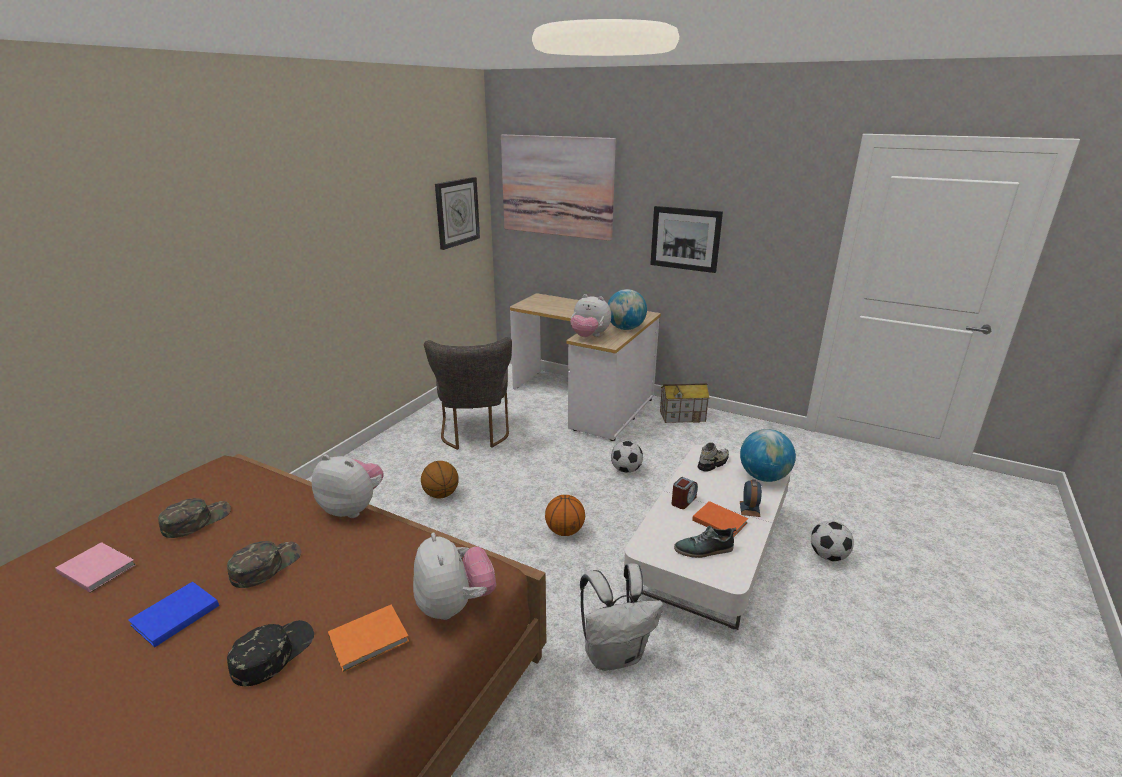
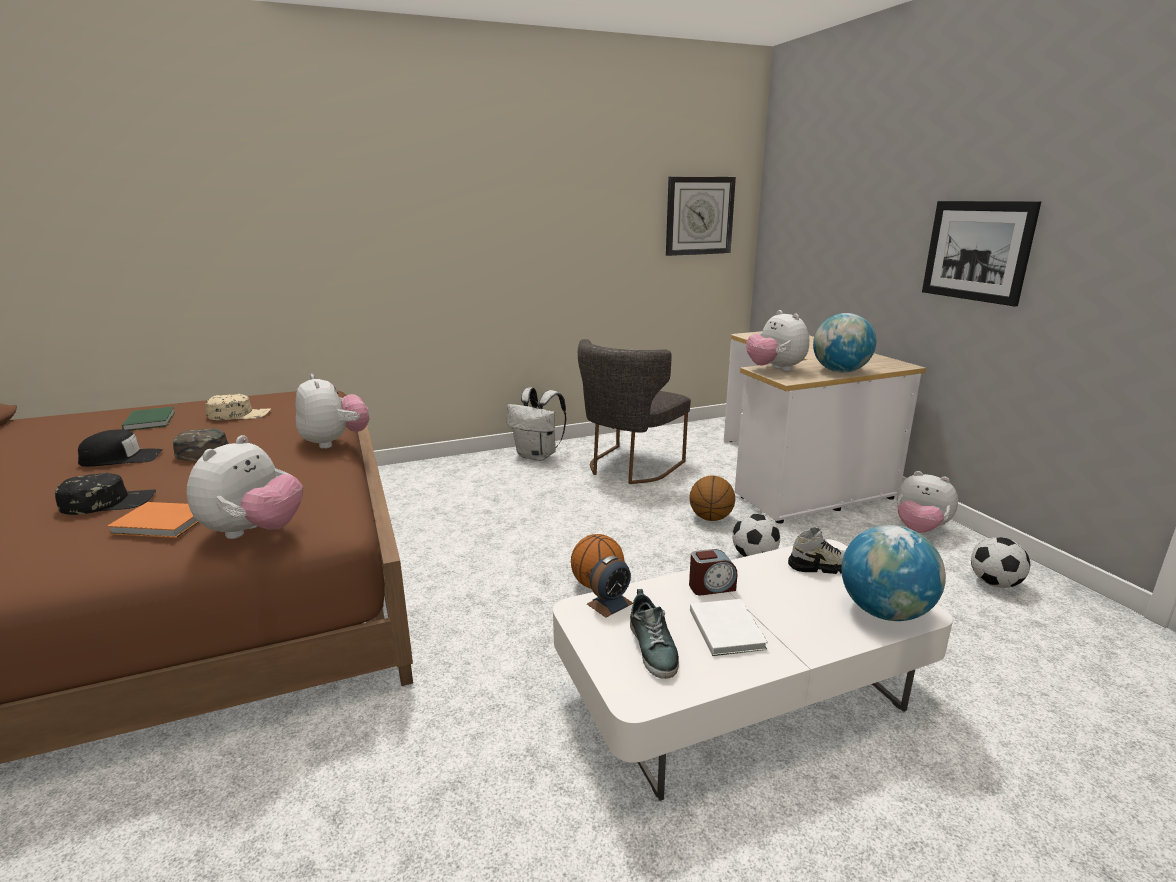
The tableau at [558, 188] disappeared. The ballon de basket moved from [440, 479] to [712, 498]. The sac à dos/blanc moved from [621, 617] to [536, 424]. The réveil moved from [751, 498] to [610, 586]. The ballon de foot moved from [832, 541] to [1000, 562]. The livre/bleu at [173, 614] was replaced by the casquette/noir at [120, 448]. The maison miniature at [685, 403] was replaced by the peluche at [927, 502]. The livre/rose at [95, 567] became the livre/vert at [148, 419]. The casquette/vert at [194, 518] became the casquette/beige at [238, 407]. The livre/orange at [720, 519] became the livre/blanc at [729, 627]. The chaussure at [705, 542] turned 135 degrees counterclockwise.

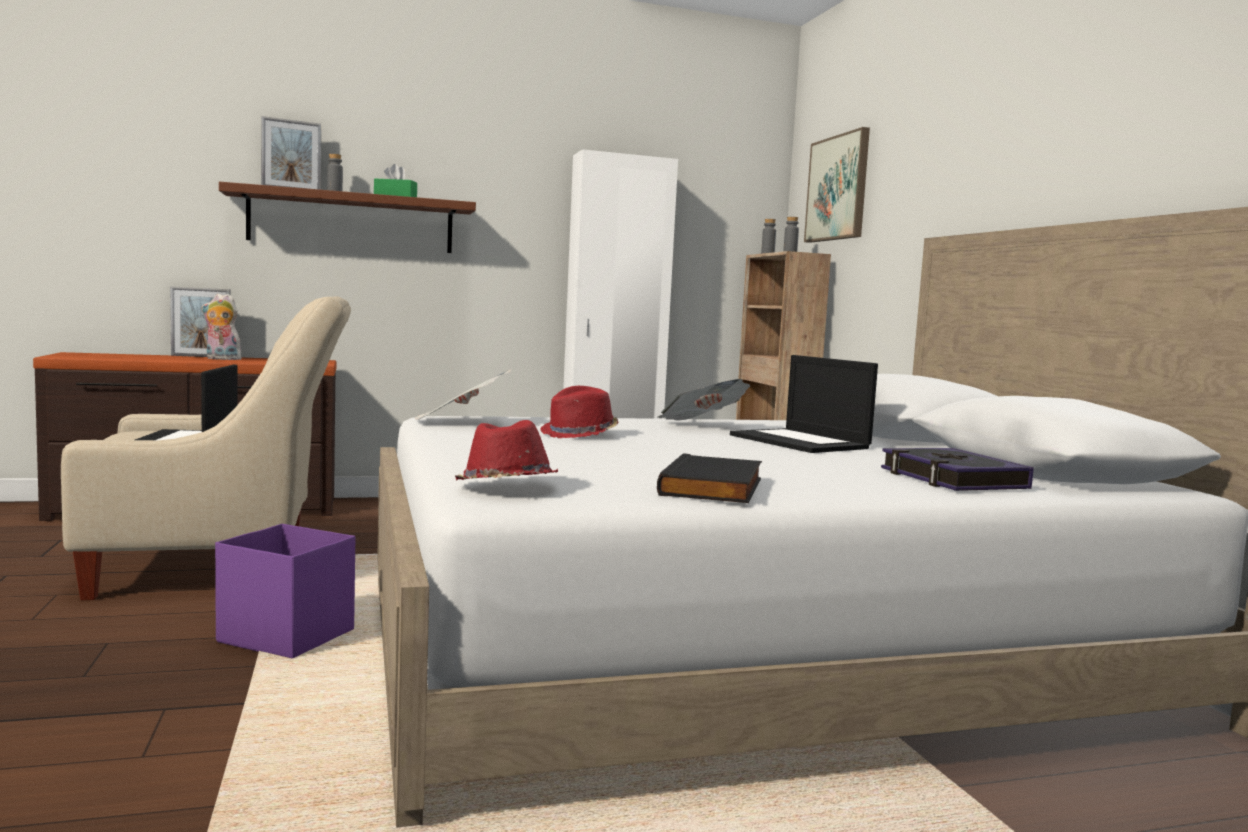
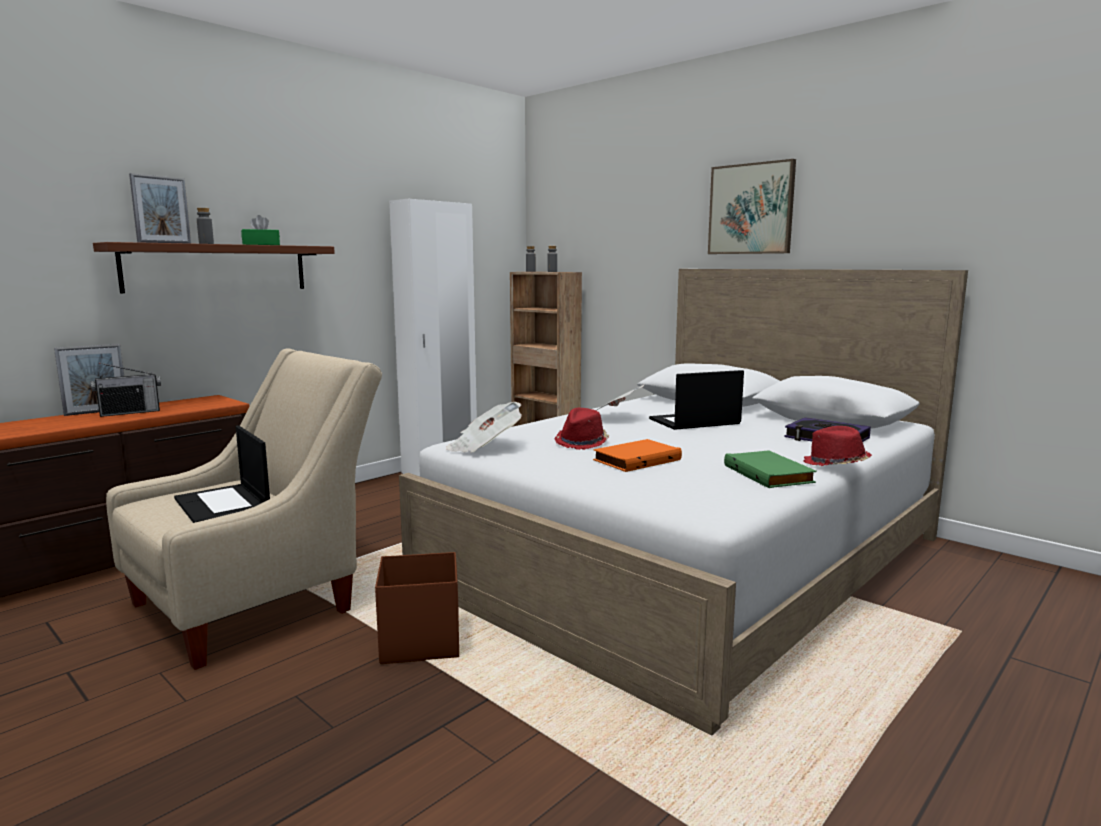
The livre/orange at [637, 455] appeared. The chapeau/rouge moved from [506, 450] to [838, 446]. The tableau moved from [837, 185] to [752, 206]. The peluche at [221, 327] was replaced by the radio at [126, 390]. The boîte de rangement/violet at [285, 591] became the boîte de rangement/marron at [417, 608]. The livre/noir at [709, 478] became the livre/vert at [770, 469]. The ordinateur portable at [804, 404] turned 135 degrees clockwise.

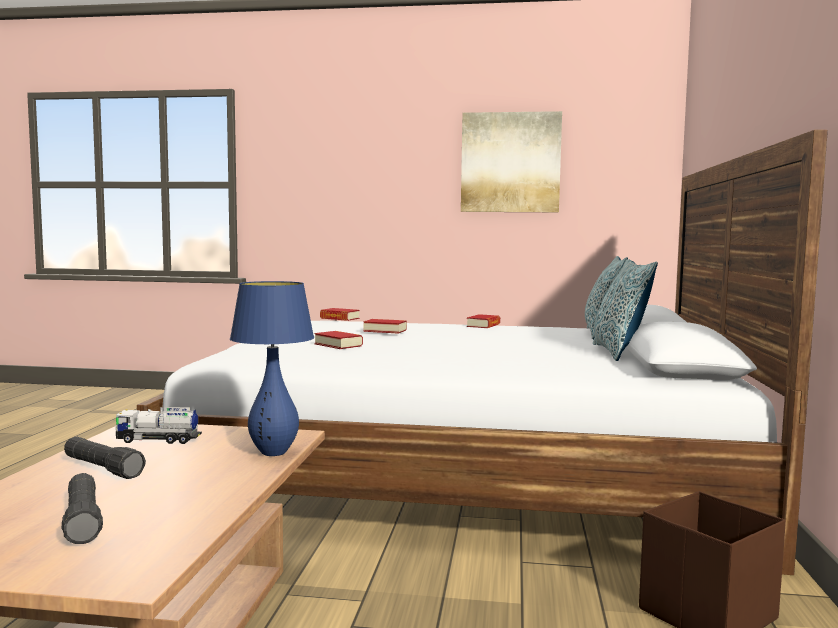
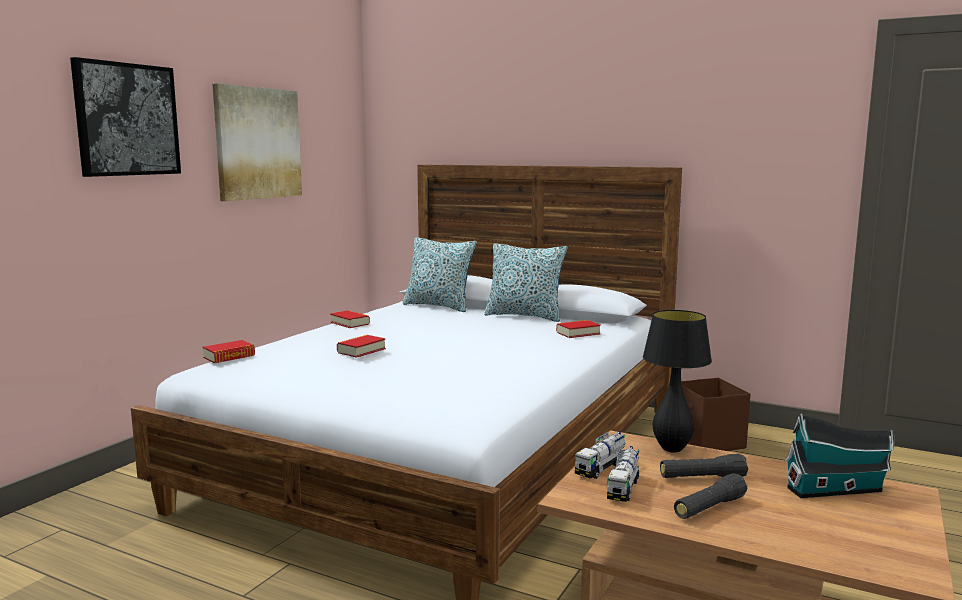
The tableau at [125, 117] appeared. The camion jouet at [600, 455] appeared. The maison miniature at [839, 456] appeared. The lampe de poche/noir moved from [82, 508] to [704, 466]. The livre moved from [338, 340] to [578, 329]. The lampe de table/bleu at [272, 368] became the lampe de table/noir at [677, 381].

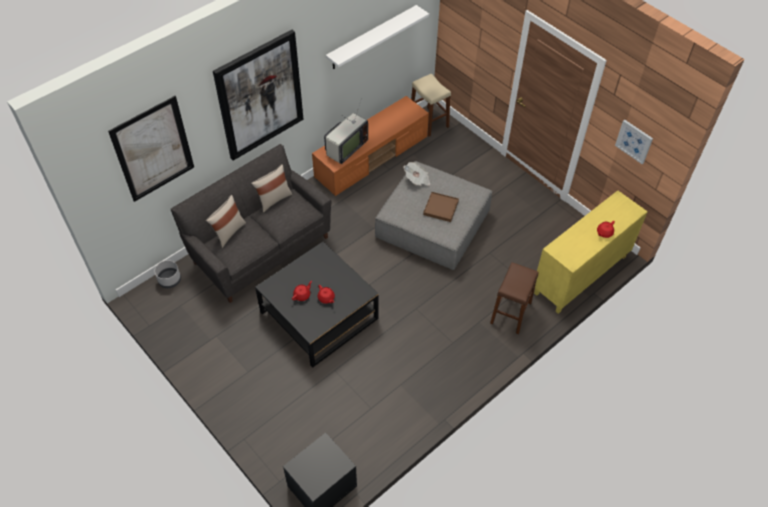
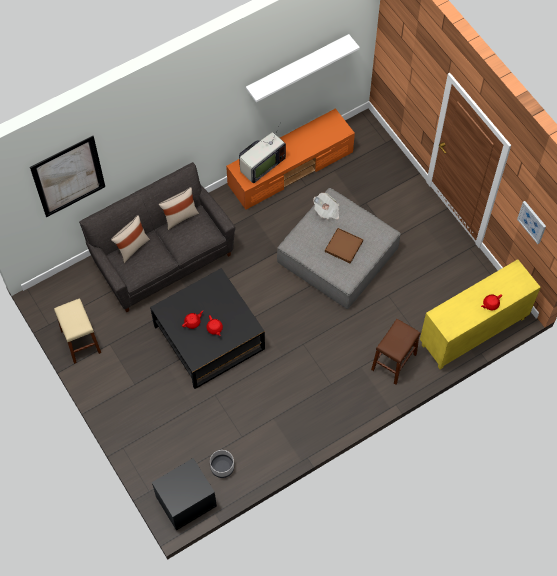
The tableau at [258, 95] disappeared. The cache-pot/gris moved from [167, 274] to [222, 464]. The tabouret/beige moved from [431, 105] to [77, 331].

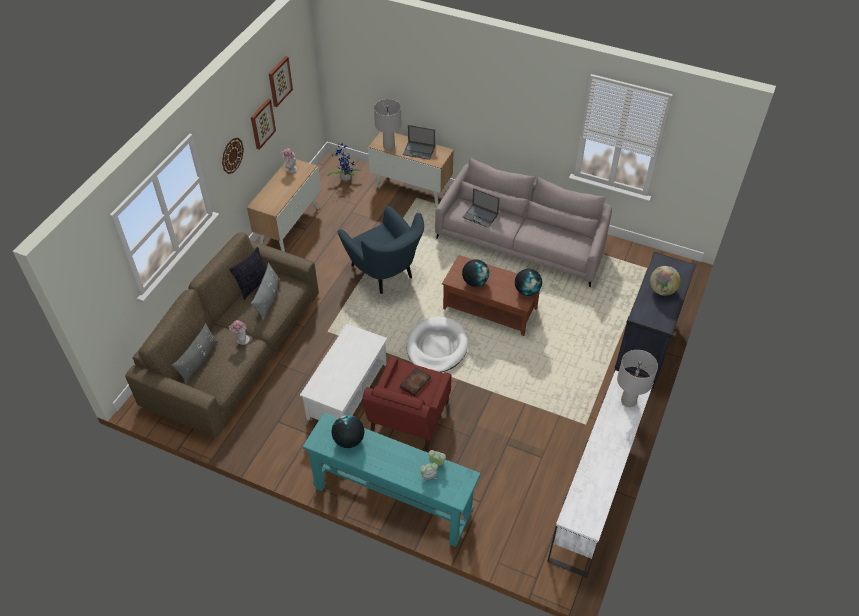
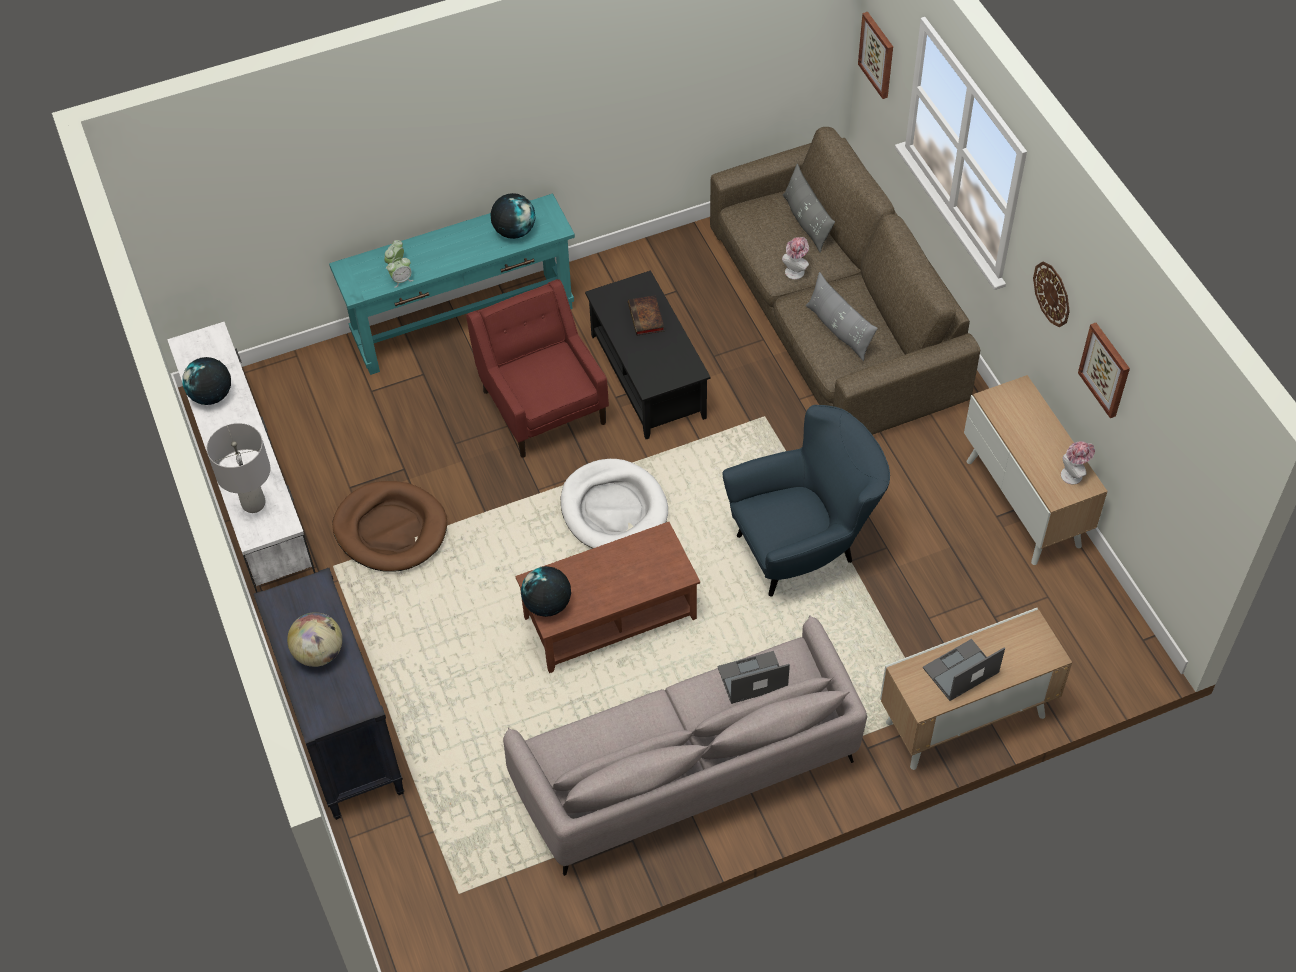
The coussin at [248, 273] disappeared. The plante en pot at [344, 162] disappeared. The lampe de table/gris at [387, 124] disappeared. The panier pour chien/marron at [389, 526] appeared. The tableau moved from [281, 81] to [875, 55]. The livre moved from [415, 381] to [646, 315]. The globe moved from [475, 273] to [206, 381]. The table basse/blanc at [343, 372] became the table basse/noir at [648, 354]. The fauteuil/bleu at [380, 250] turned 150 degrees clockwise.

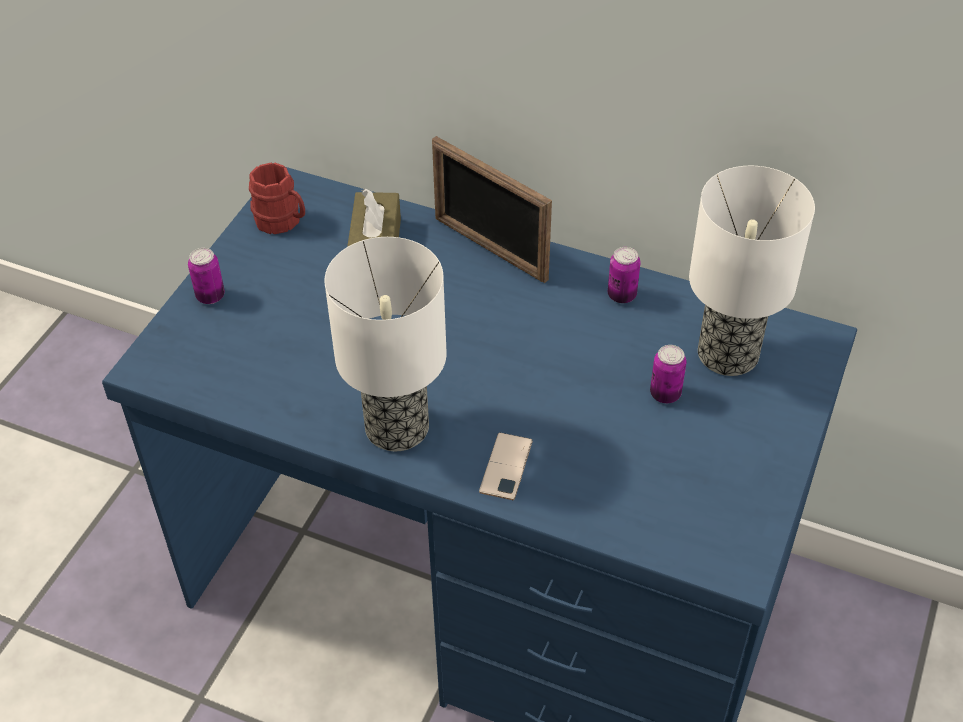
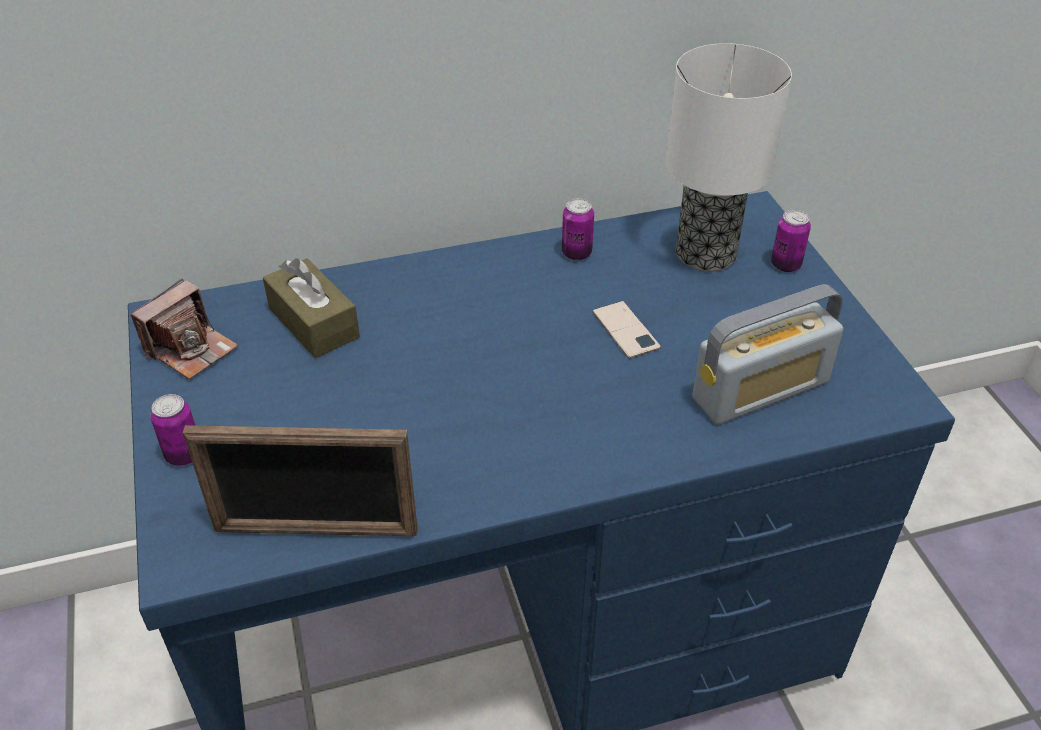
The lampe de table at [386, 344] disappeared. The radio at [767, 354] appeared. The cadre photo moved from [492, 209] to [300, 480]. The téléphone moved from [506, 466] to [627, 330]. The boîte métallique moved from [668, 374] to [791, 241]. The mug/rouge at [277, 198] was replaced by the appareil photo at [184, 329].

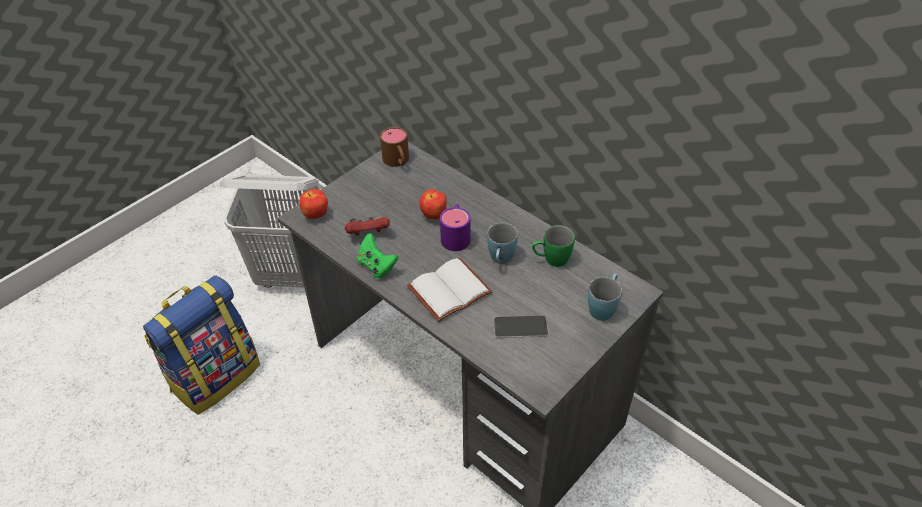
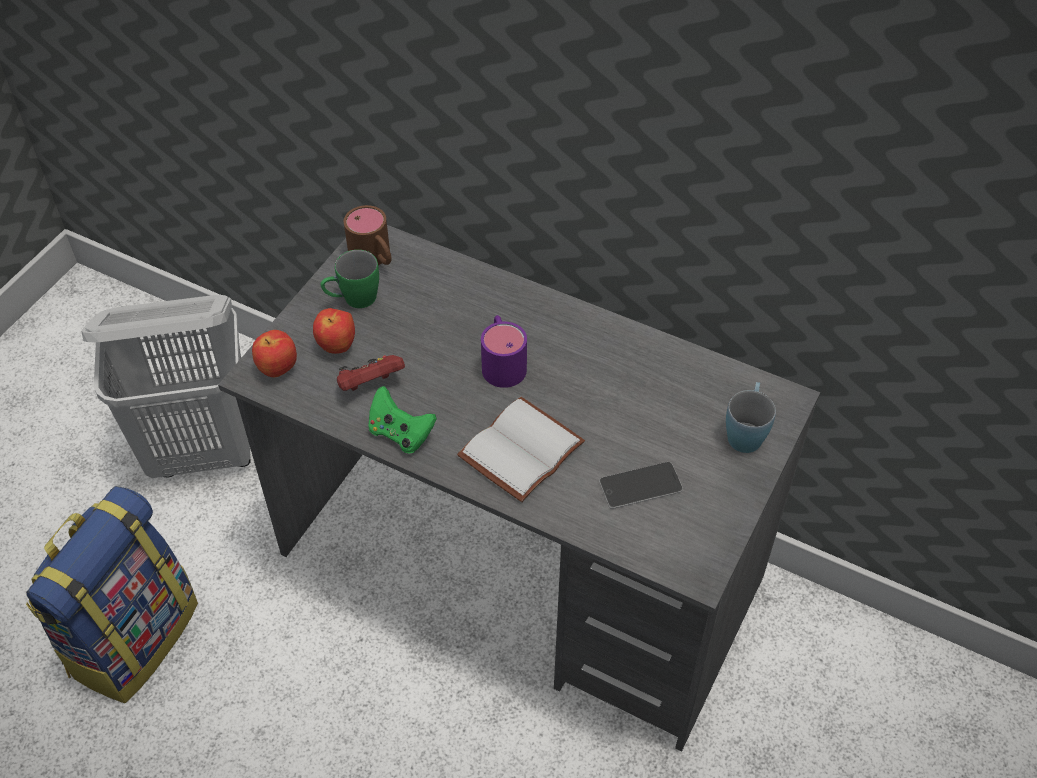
The mug/bleu at [502, 243] disappeared. The pomme moved from [433, 204] to [334, 331]. The mug/vert moved from [553, 246] to [349, 279].

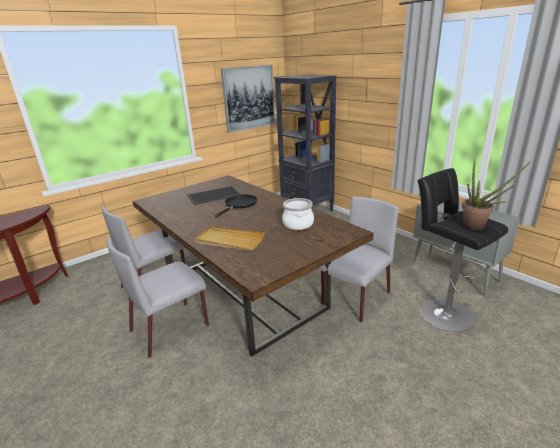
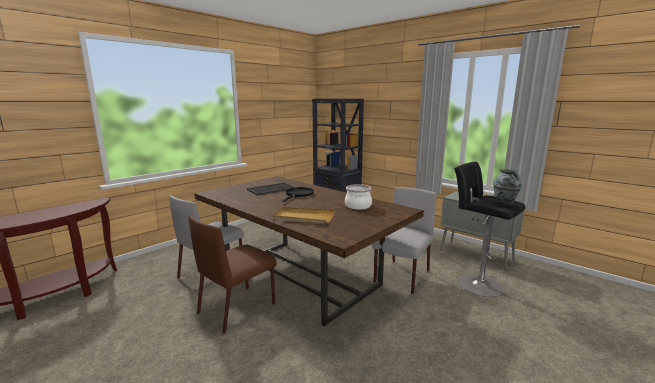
The tableau at [248, 99] disappeared. The plante en pot at [496, 195] was replaced by the vase at [507, 187]. The chaise/gris at [158, 297] became the chaise/marron at [232, 274].

